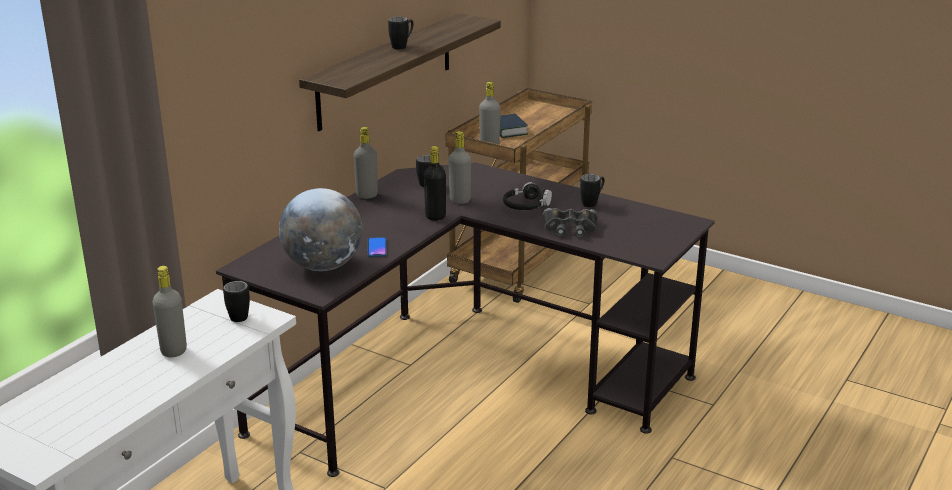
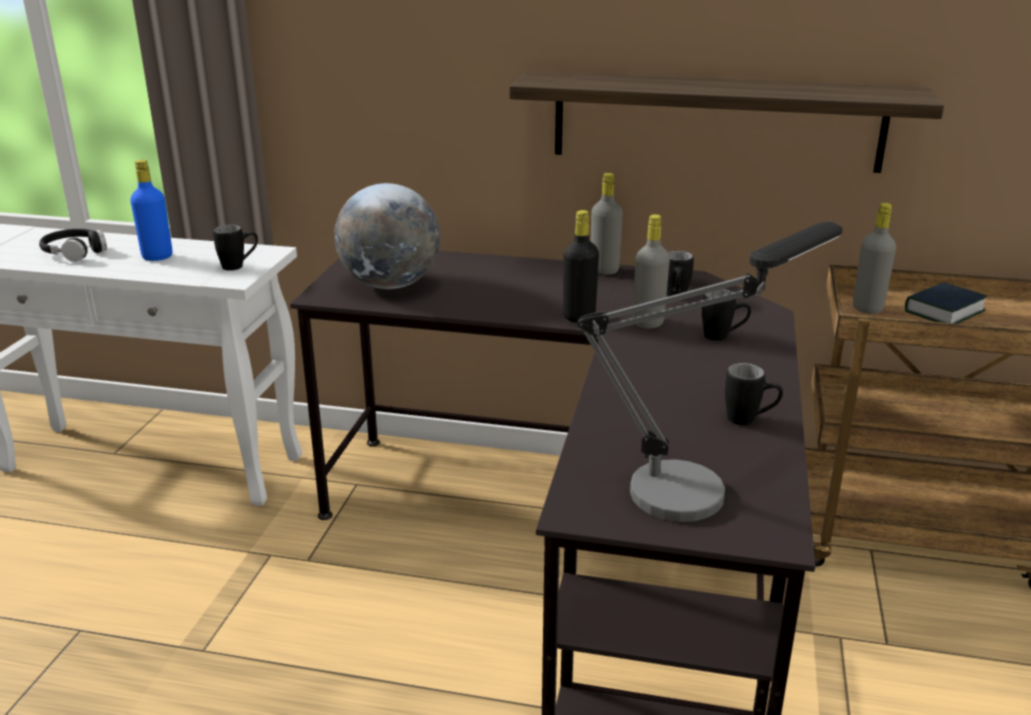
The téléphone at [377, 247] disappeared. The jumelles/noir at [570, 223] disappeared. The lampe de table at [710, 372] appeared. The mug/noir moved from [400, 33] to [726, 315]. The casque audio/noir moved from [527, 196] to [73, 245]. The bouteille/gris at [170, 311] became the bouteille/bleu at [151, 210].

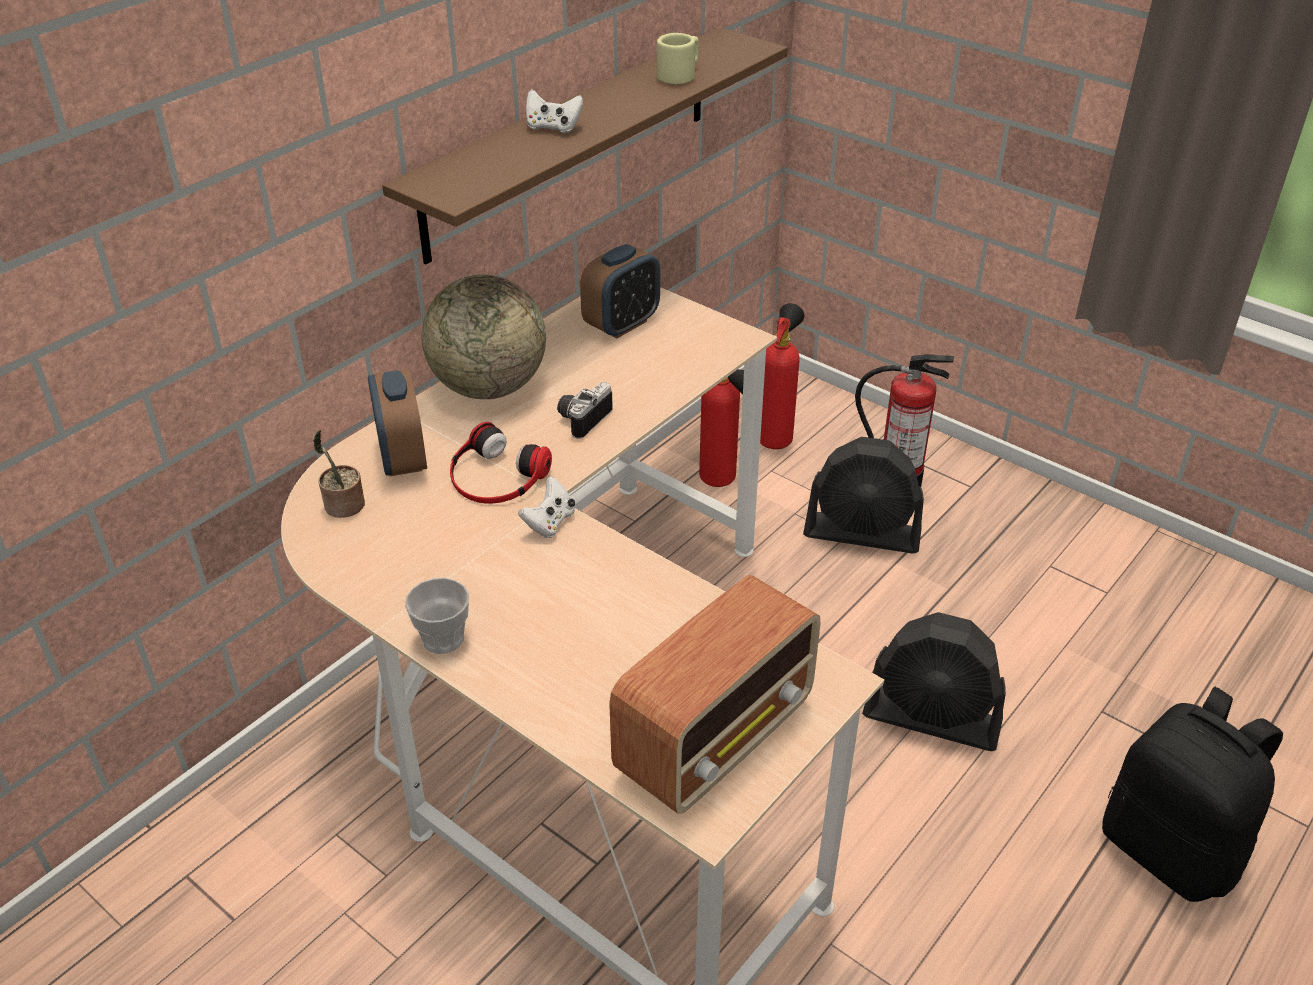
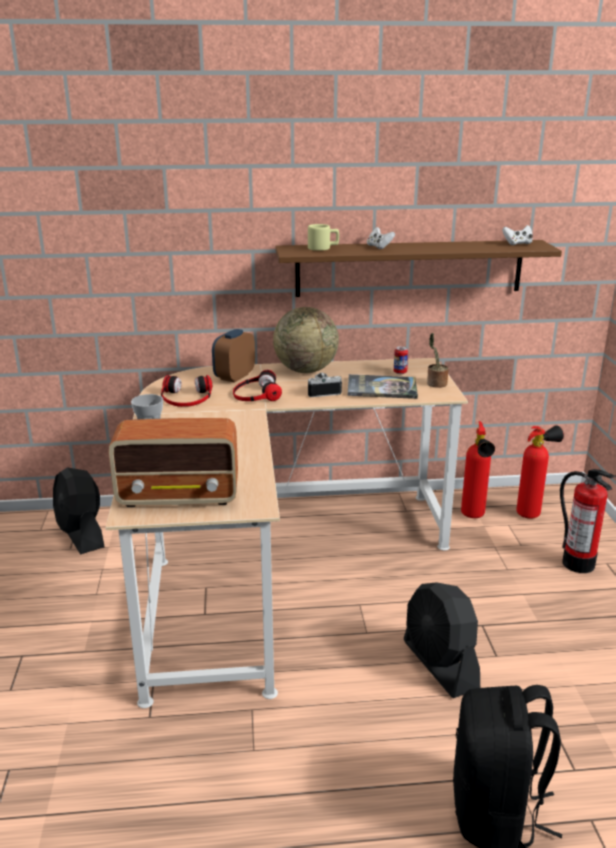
The casque audio at [187, 391] appeared. The livre at [383, 386] appeared. The plante en pot moved from [339, 474] to [438, 360]. The manette/blanc moved from [546, 507] to [517, 235]. The mug/beige moved from [678, 58] to [323, 237]. The ventilateur/noir moved from [863, 495] to [79, 510]. The réveil at [620, 291] was replaced by the boîte métallique at [401, 360].

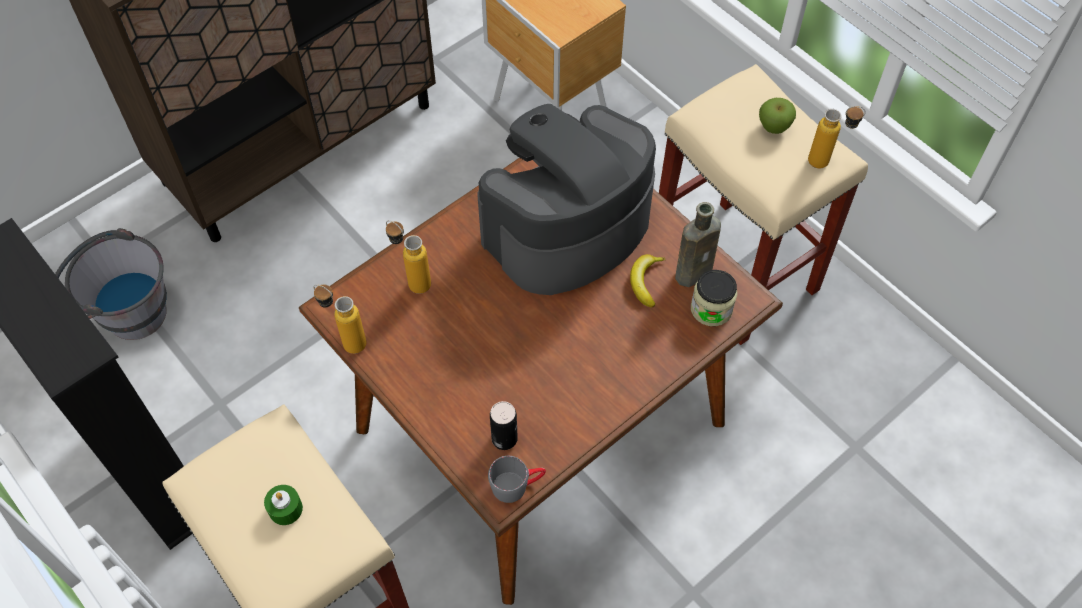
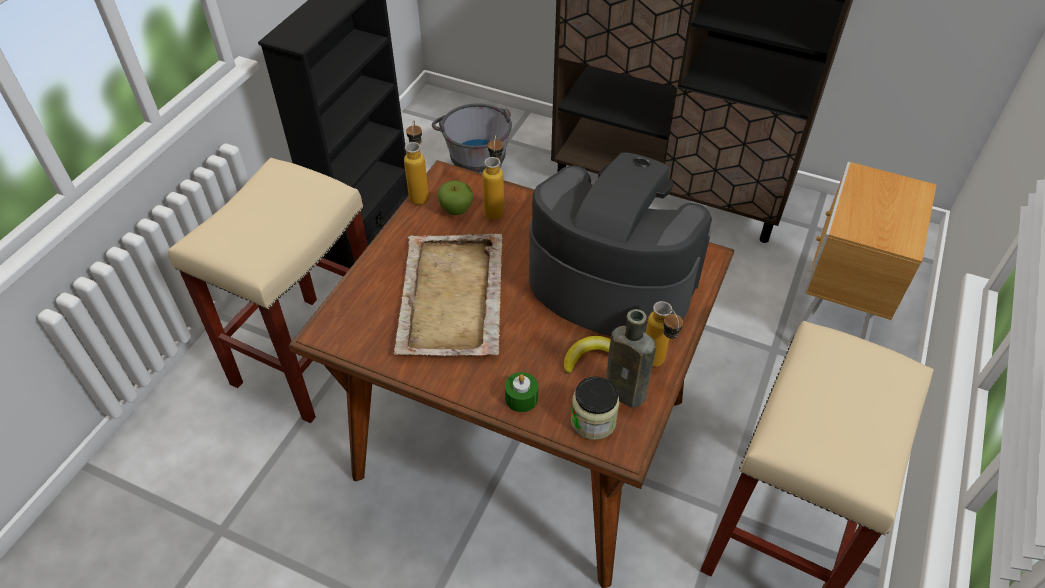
The mug/gris at [517, 479] disappeared. The boîte métallique at [504, 425] disappeared. The plateau/beige at [448, 295] appeared. The bougie/vert moved from [283, 505] to [521, 392]. The pomme moved from [777, 116] to [455, 197]. The bouteille moved from [837, 137] to [664, 334].

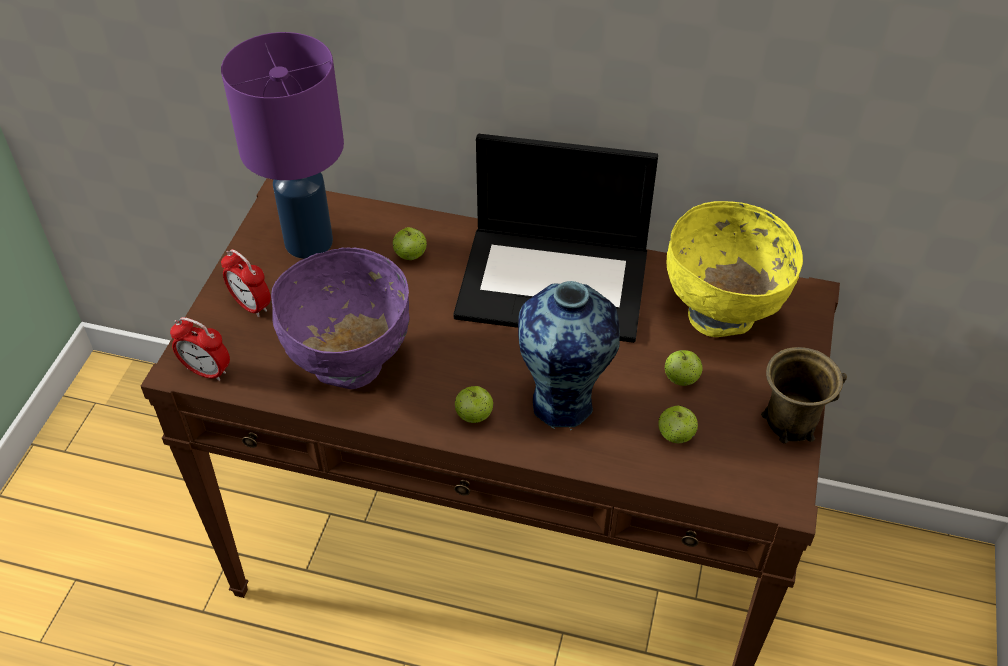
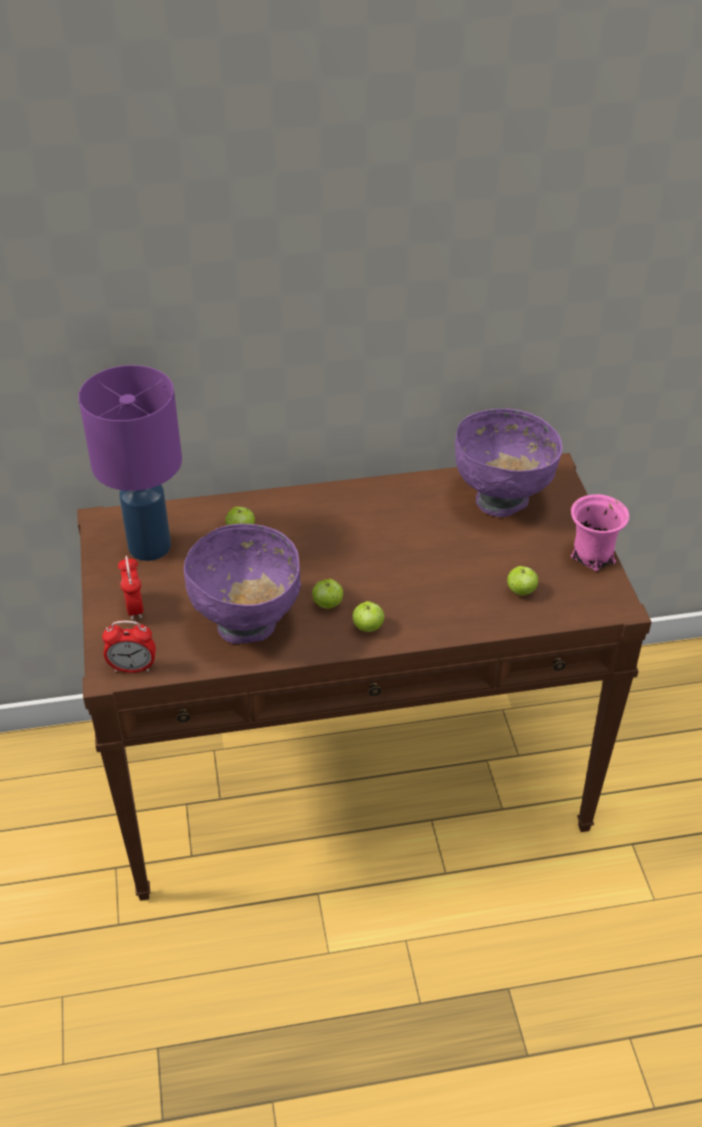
The ordinateur portable at [555, 238] disappeared. The vase at [569, 355] disappeared. The pomme moved from [683, 368] to [327, 594]. The bol/jaune at [735, 269] became the bol/violet at [509, 462]. The mug/marron at [804, 395] became the mug/rose at [599, 532]. The réveil at [246, 283] turned 60 degrees clockwise.

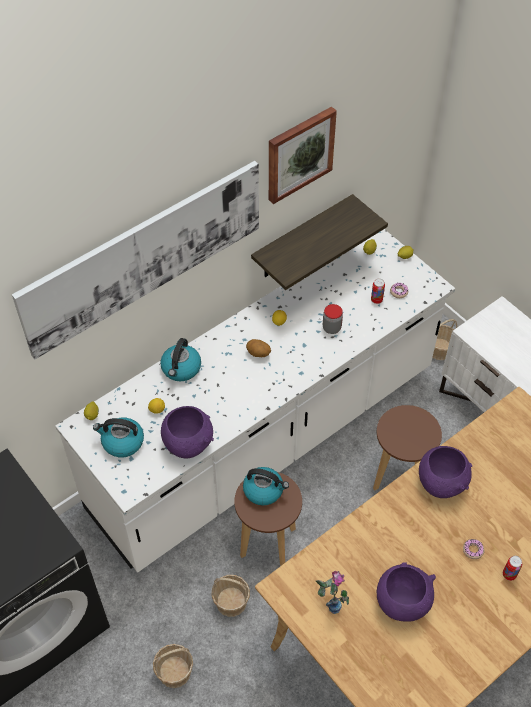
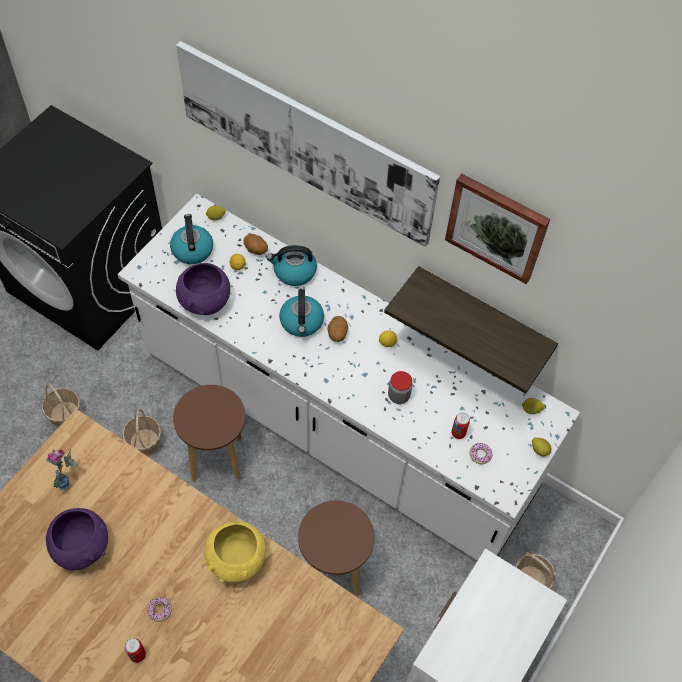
The pomme de terre at [256, 244] appeared. The bouilloire moved from [266, 486] to [301, 313]. The bol/violet at [445, 472] became the bol/jaune at [235, 551].

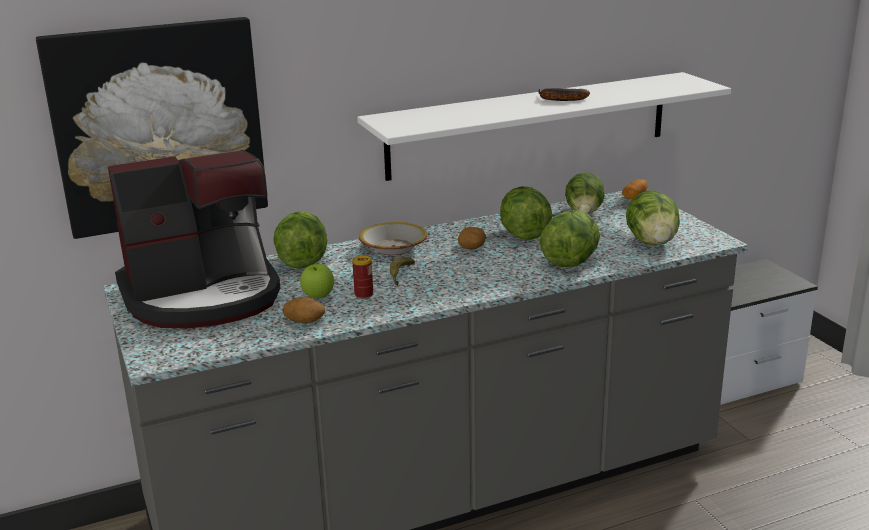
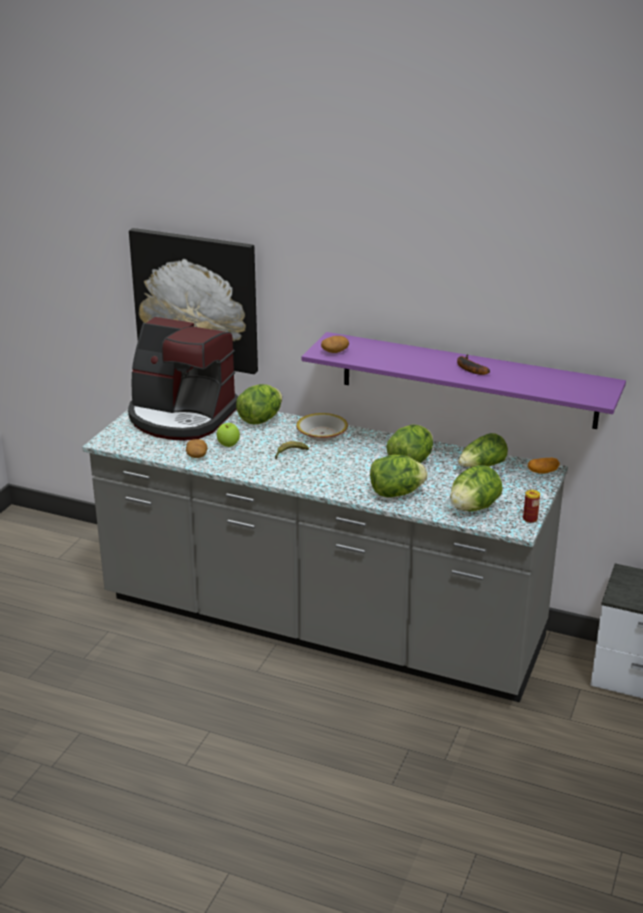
The boîte métallique moved from [362, 277] to [531, 506]. The pomme de terre moved from [472, 238] to [335, 344]. The étagère/blanc at [544, 126] became the étagère/violet at [464, 380].

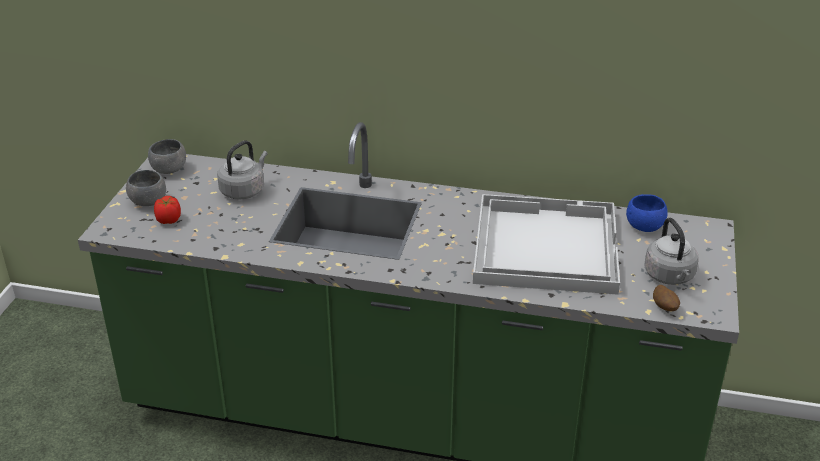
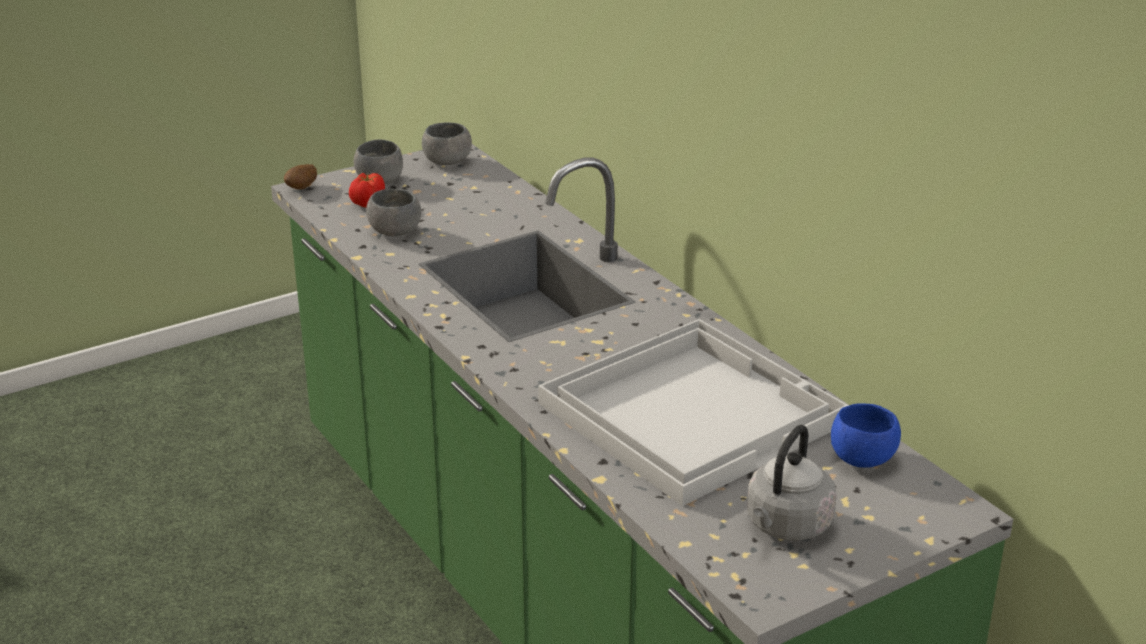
The bouilloire/gris at [242, 170] disappeared. The bol/gris at [393, 212] appeared. The pomme de terre moved from [666, 298] to [300, 177].

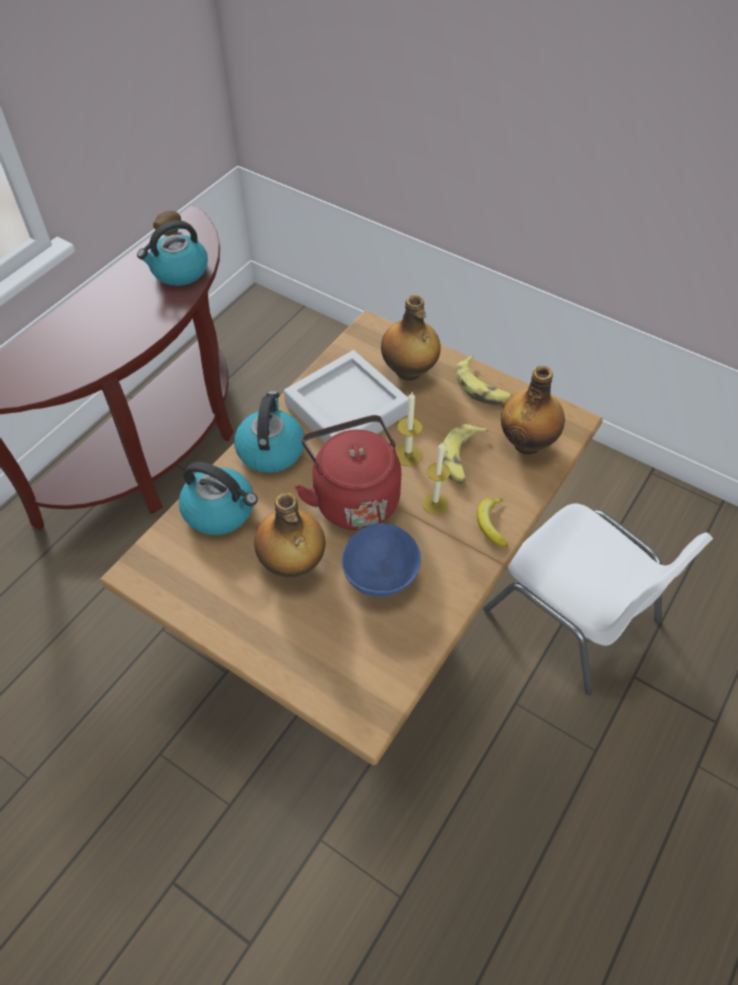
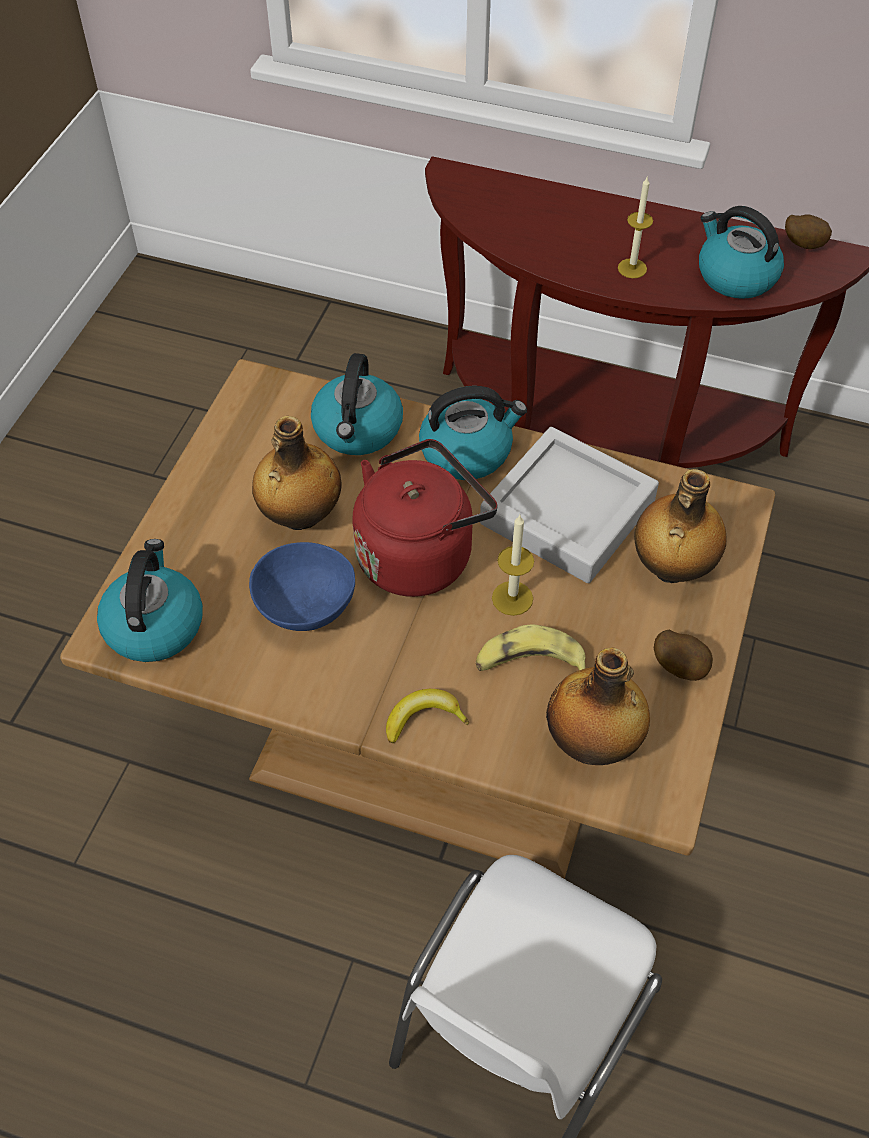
The bouilloire at [150, 600] appeared. The bougie moved from [436, 479] to [635, 227]. The banane at [484, 380] was replaced by the pomme de terre at [683, 655].

